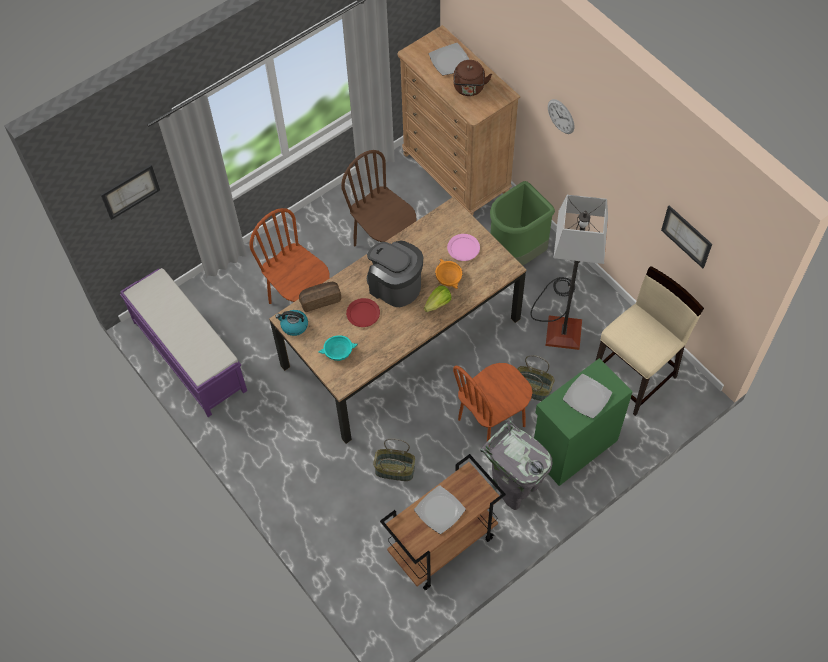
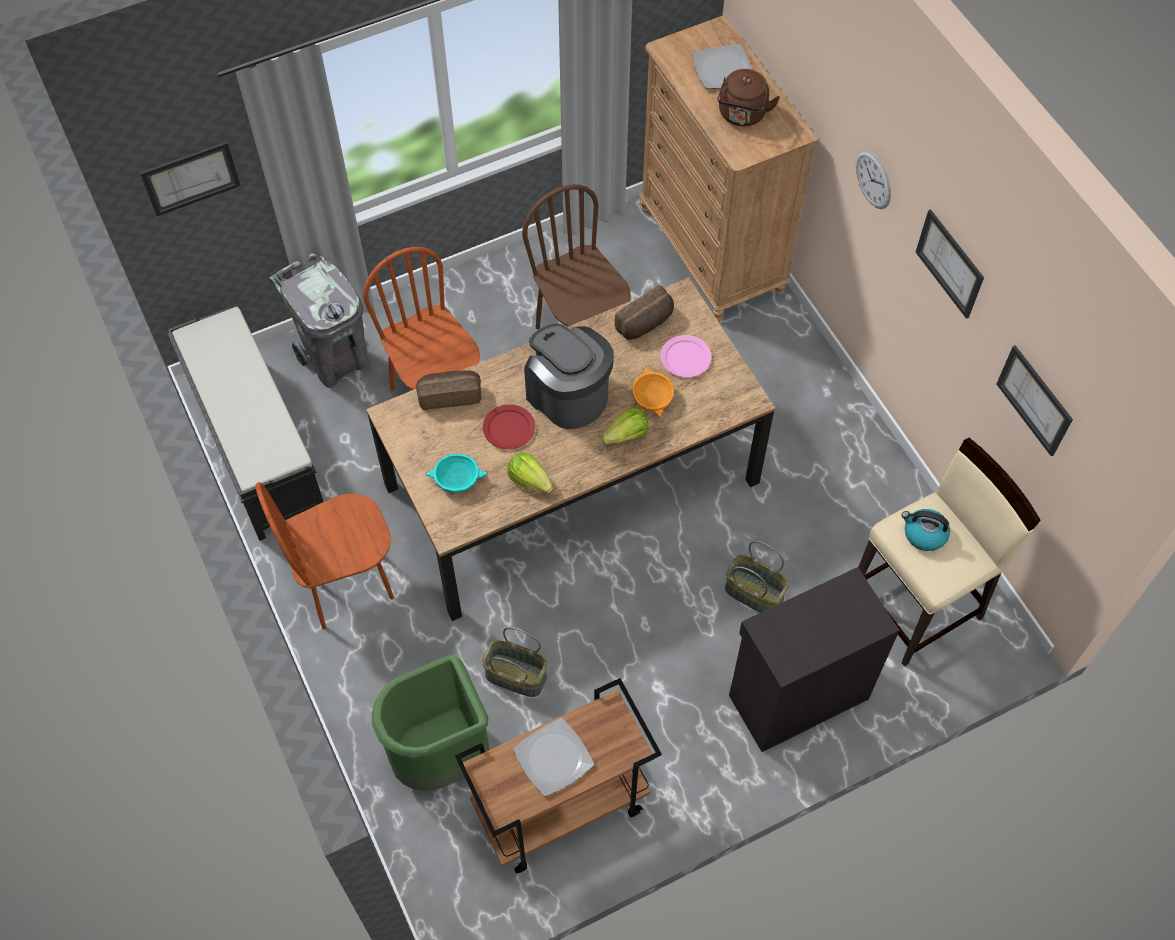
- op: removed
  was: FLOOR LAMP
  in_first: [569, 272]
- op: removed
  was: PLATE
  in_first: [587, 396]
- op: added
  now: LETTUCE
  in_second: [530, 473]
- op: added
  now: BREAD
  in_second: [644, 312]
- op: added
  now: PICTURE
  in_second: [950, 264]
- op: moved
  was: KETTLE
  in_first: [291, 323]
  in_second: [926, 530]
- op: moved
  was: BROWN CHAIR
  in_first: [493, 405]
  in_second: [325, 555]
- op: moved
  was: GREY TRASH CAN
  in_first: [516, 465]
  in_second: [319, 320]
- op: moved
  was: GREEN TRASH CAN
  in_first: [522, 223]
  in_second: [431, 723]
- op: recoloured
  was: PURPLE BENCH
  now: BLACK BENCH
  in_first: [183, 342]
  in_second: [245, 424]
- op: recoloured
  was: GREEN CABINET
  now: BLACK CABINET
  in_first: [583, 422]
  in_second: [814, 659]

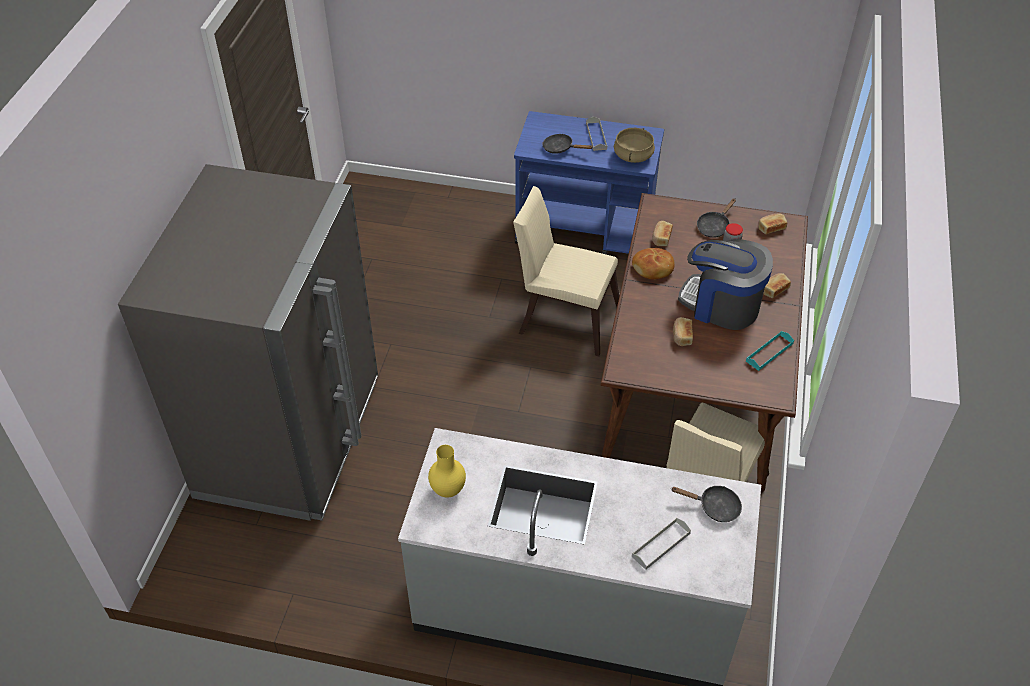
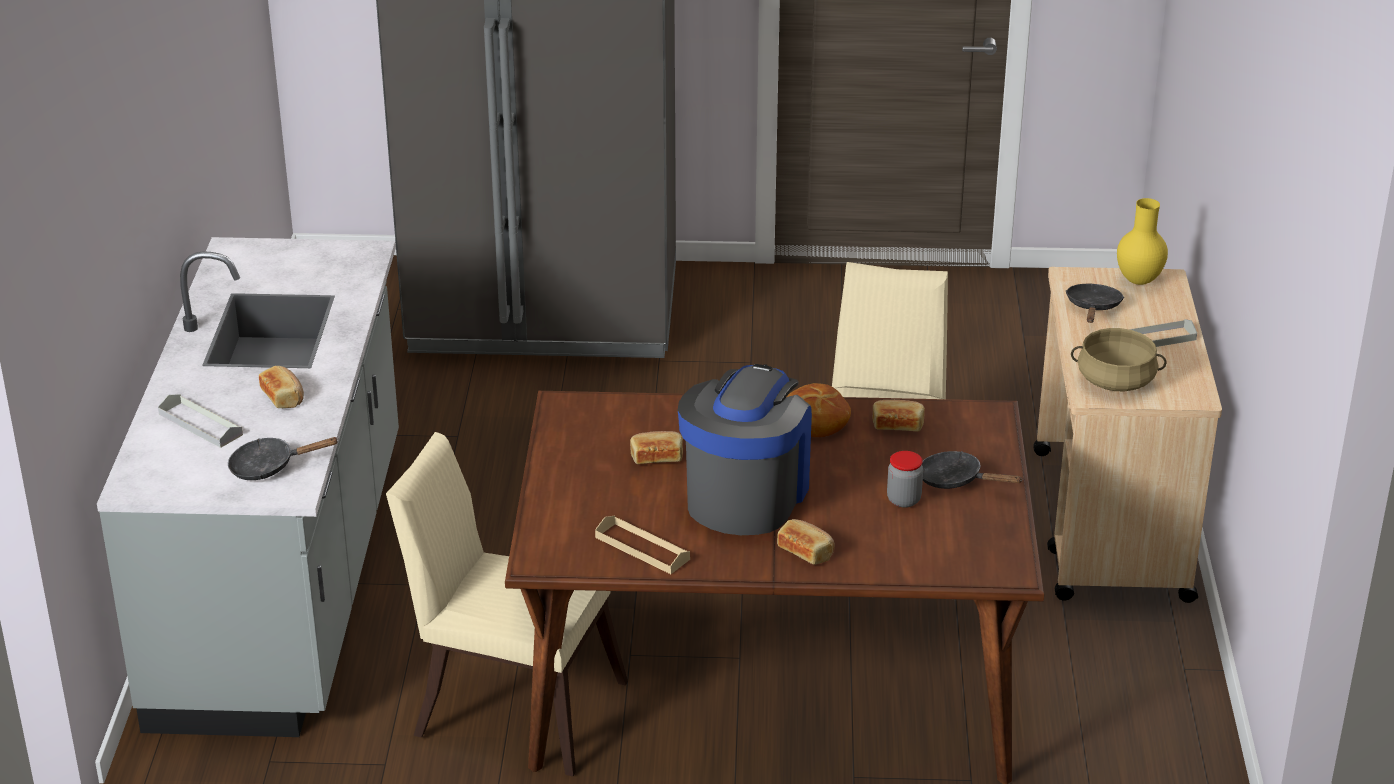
- op: moved
  was: YELLOW VASE
  in_first: [447, 471]
  in_second: [1142, 241]
- op: moved
  was: BREAD
  in_first: [772, 223]
  in_second: [281, 387]
- op: recoloured
  was: BLUE CART
  now: BEIGE CART
  in_first: [589, 183]
  in_second: [1127, 435]
- op: recoloured
  was: TURQUOISE TRAY
  now: BEIGE TRAY
  in_first: [770, 351]
  in_second: [642, 544]
- op: turned
  was: BLACK FRYING PAN
  in_first: [706, 504]
  in_second: [283, 458]
  clockwise: 75

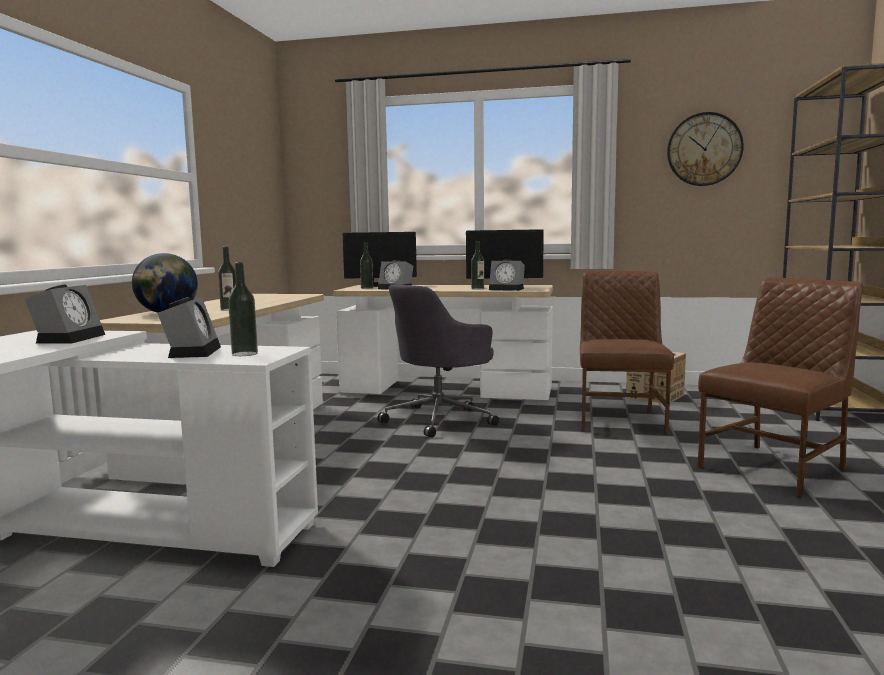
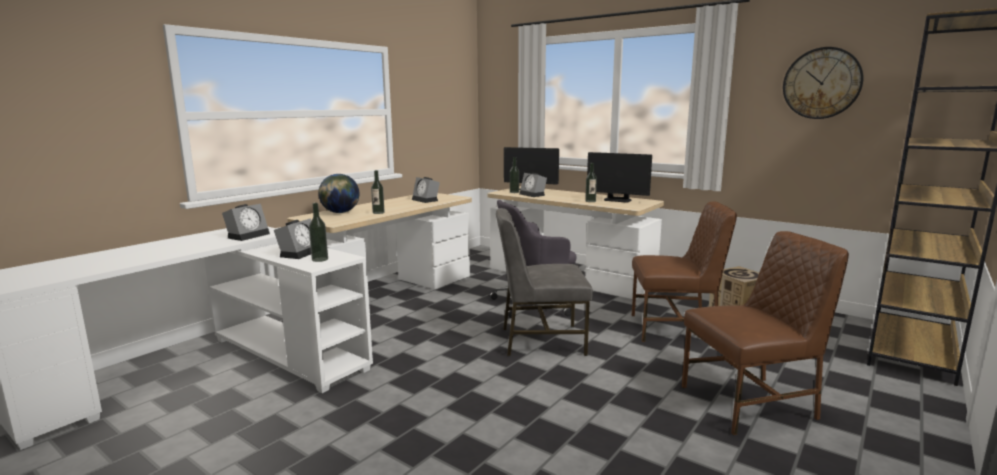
- op: added
  now: GREY CHAIR
  in_second: [544, 282]
- op: moved
  was: ALARM CLOCK
  in_first: [507, 275]
  in_second: [426, 190]
- op: turned
  was: BROWN CHAIR
  in_first: [627, 353]
  in_second: [684, 271]
  clockwise: 60

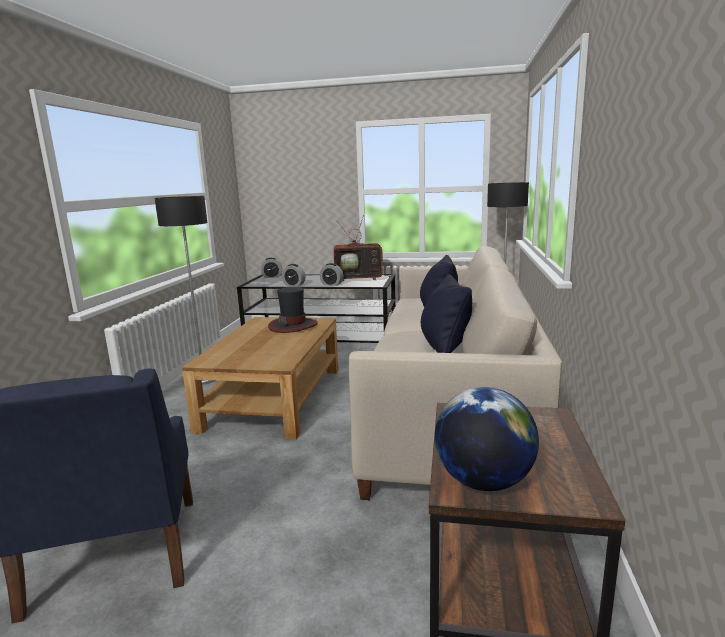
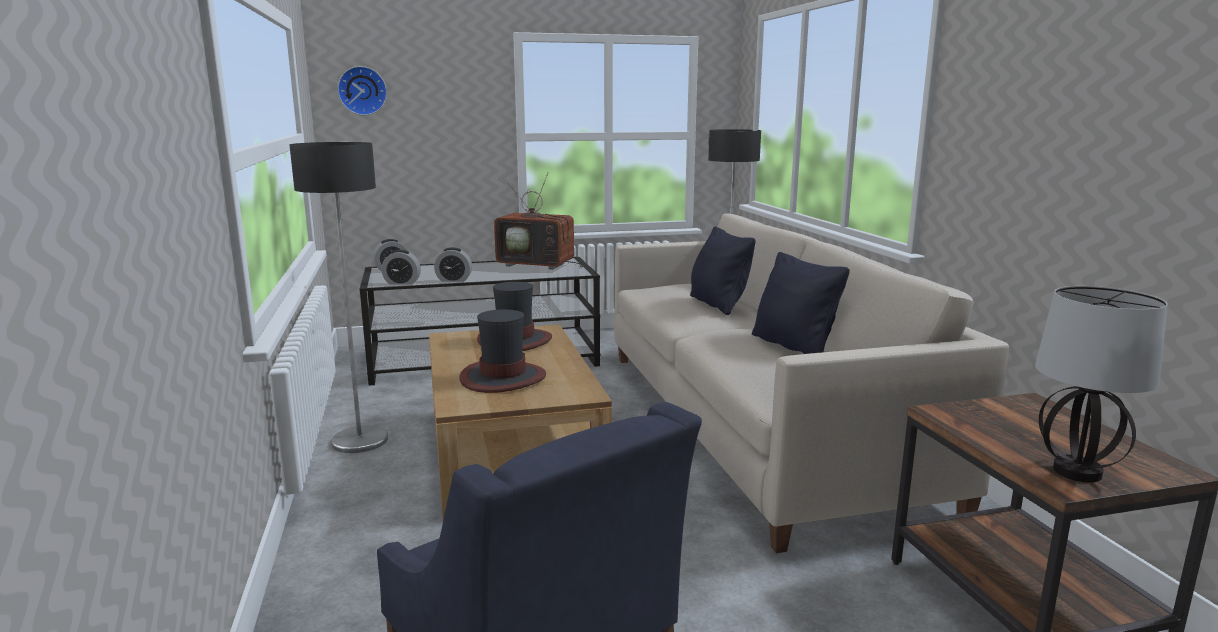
- op: added
  now: WALL CLOCK
  in_second: [362, 90]
- op: added
  now: HAT
  in_second: [502, 351]
- op: moved
  was: ALARM CLOCK
  in_first: [332, 274]
  in_second: [401, 267]
- op: replaced
  was: GLOBE
  now: TABLE LAMP
  in_first: [487, 439]
  in_second: [1101, 384]
- op: turned
  was: TELEVISION
  in_first: [362, 248]
  in_second: [538, 221]
  clockwise: 45

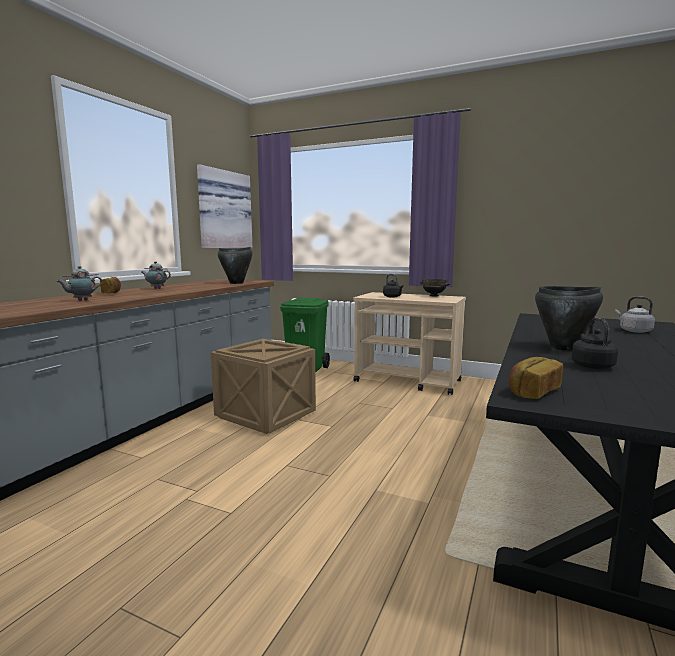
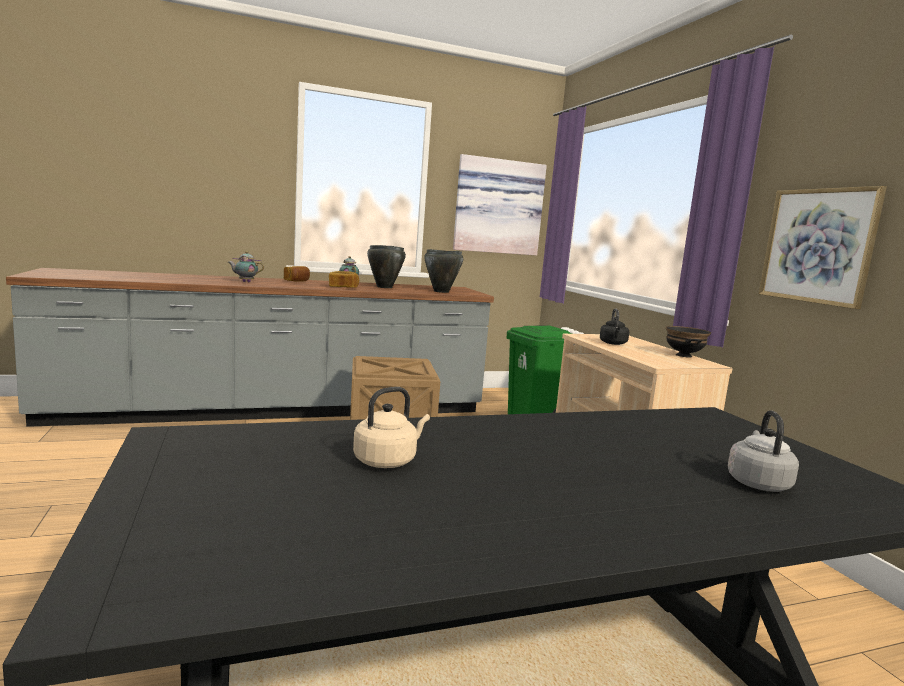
- op: added
  now: PICTURE
  in_second: [823, 247]
- op: moved
  was: BREAD
  in_first: [535, 378]
  in_second: [344, 279]
- op: moved
  was: BLACK COOKING POT
  in_first: [569, 318]
  in_second: [386, 266]
- op: recoloured
  was: BLACK KETTLE
  now: BEIGE KETTLE
  in_first: [594, 343]
  in_second: [391, 427]

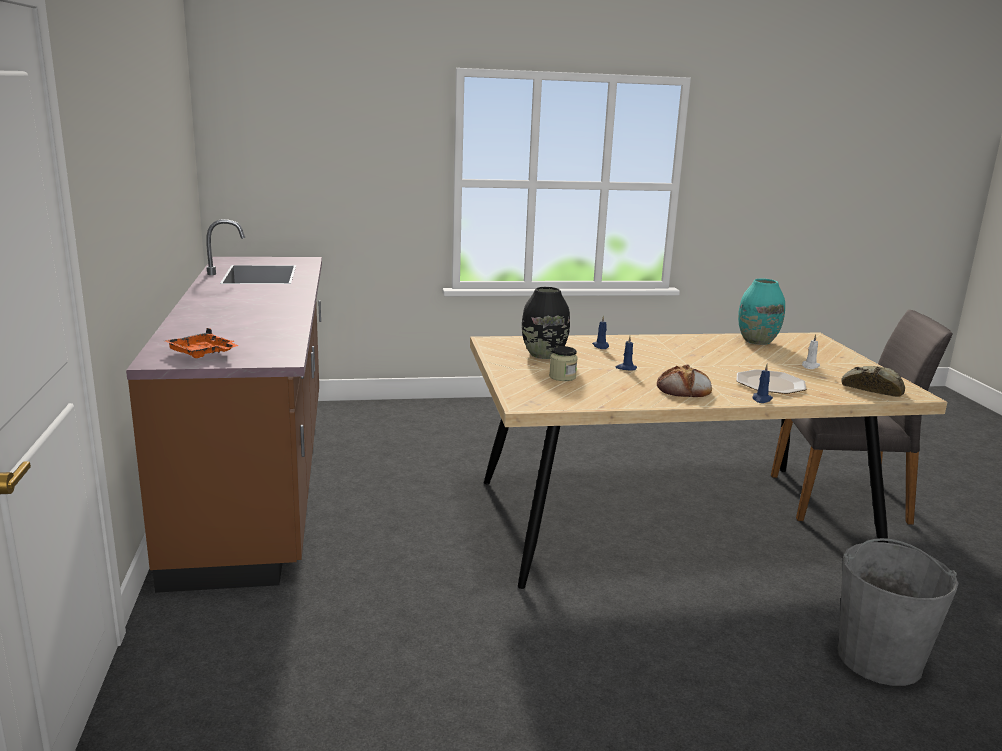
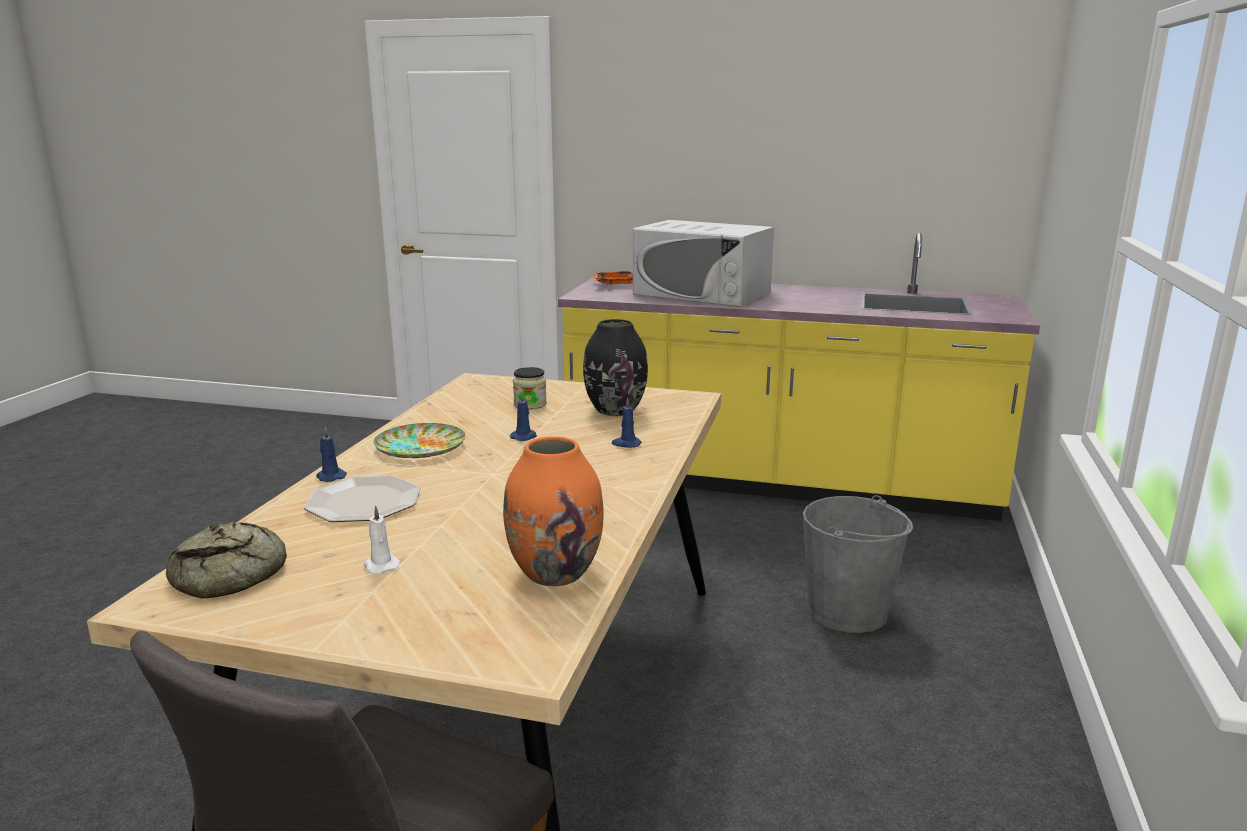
- op: added
  now: WHITE MICROWAVE
  in_second: [703, 263]
- op: moved
  was: GREY BUCKET
  in_first: [898, 612]
  in_second: [858, 564]
- op: replaced
  was: BREAD
  now: PLATE
  in_first: [684, 380]
  in_second: [419, 440]
- op: recoloured
  was: BROWN COUNTER
  now: YELLOW COUNTER
  in_first: [224, 406]
  in_second: [799, 376]
- op: recoloured
  was: TURQUOISE VASE
  now: ORANGE VASE
  in_first: [761, 311]
  in_second: [553, 511]

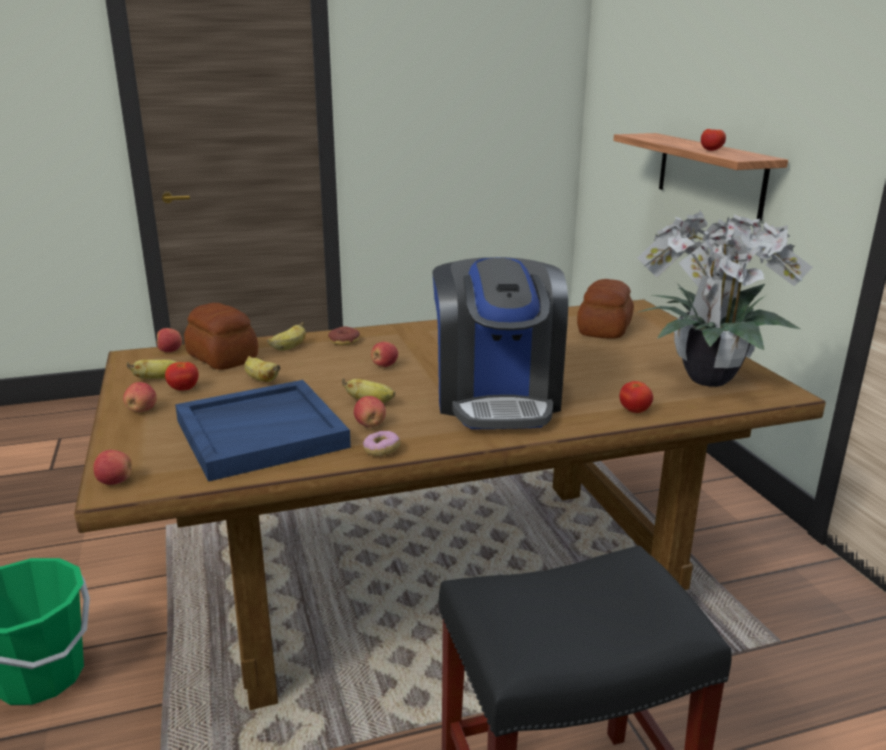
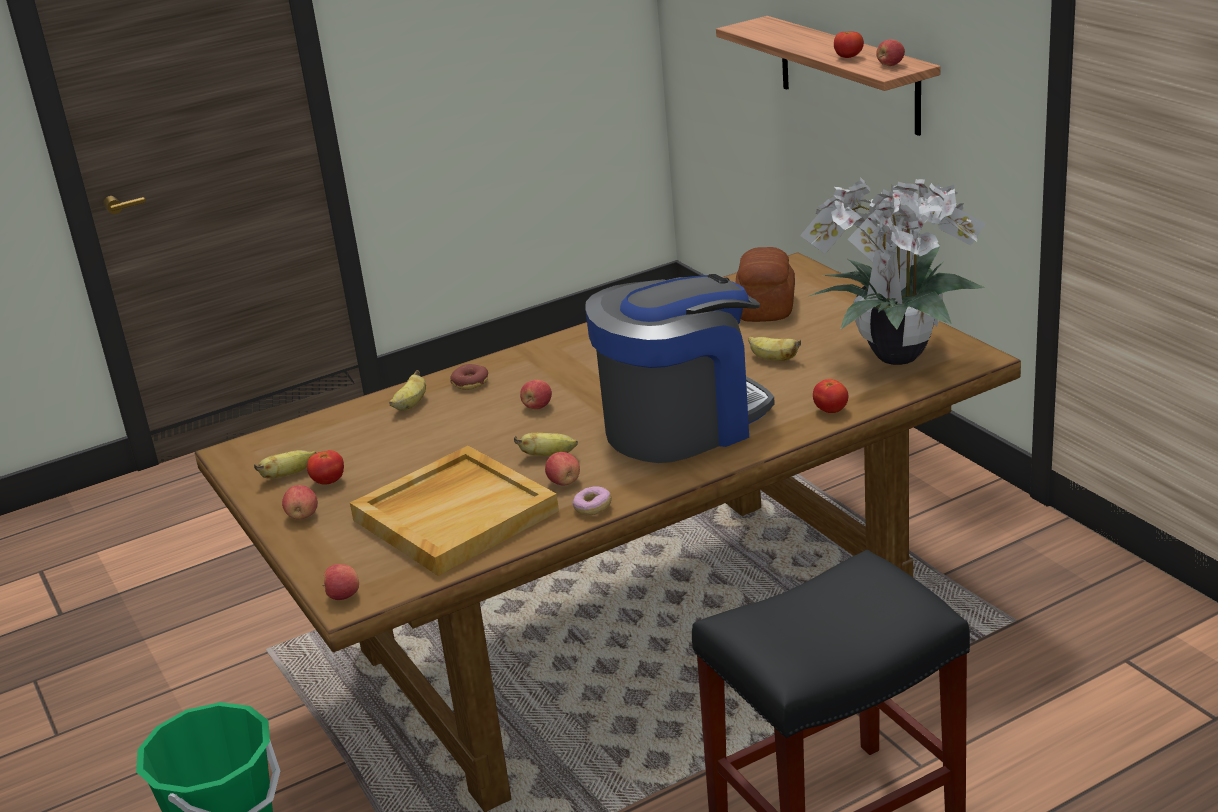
- op: removed
  was: BREAD
  in_first: [221, 336]
- op: moved
  was: APPLE
  in_first: [169, 340]
  in_second: [890, 52]
- op: moved
  was: BANANA
  in_first: [262, 369]
  in_second: [774, 349]
- op: recoloured
  was: BLUE TRAY
  now: BEIGE TRAY
  in_first: [263, 431]
  in_second: [454, 511]
- op: turned
  was: COFFEE MACHINE
  in_first: [500, 343]
  in_second: [680, 368]
  clockwise: -105

